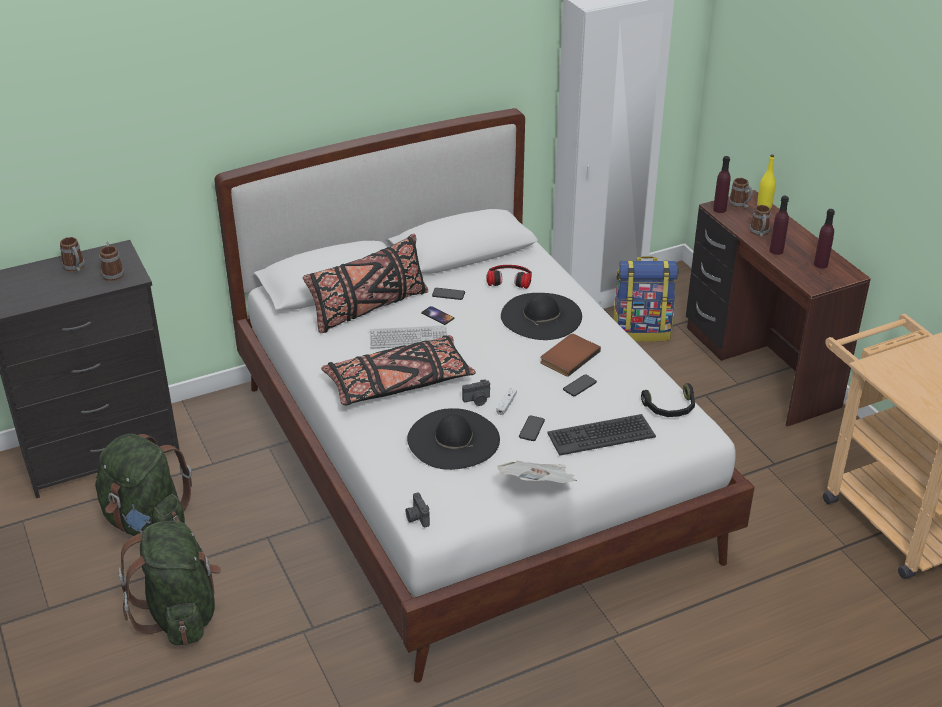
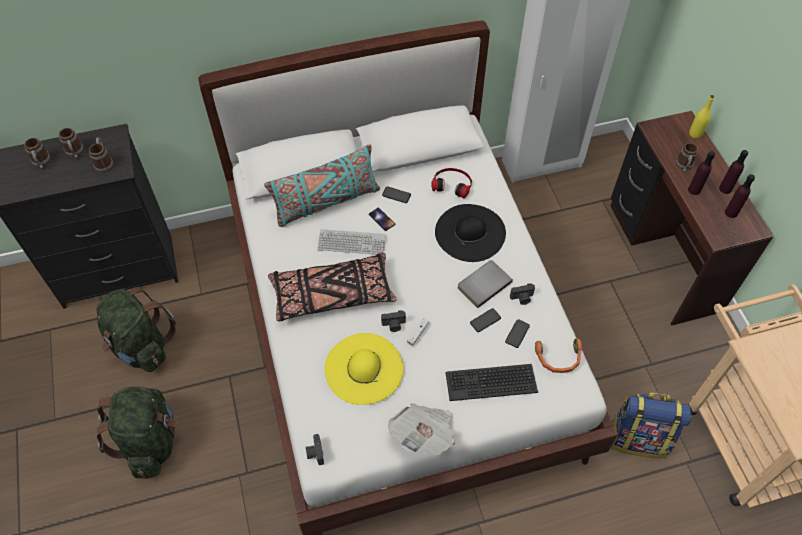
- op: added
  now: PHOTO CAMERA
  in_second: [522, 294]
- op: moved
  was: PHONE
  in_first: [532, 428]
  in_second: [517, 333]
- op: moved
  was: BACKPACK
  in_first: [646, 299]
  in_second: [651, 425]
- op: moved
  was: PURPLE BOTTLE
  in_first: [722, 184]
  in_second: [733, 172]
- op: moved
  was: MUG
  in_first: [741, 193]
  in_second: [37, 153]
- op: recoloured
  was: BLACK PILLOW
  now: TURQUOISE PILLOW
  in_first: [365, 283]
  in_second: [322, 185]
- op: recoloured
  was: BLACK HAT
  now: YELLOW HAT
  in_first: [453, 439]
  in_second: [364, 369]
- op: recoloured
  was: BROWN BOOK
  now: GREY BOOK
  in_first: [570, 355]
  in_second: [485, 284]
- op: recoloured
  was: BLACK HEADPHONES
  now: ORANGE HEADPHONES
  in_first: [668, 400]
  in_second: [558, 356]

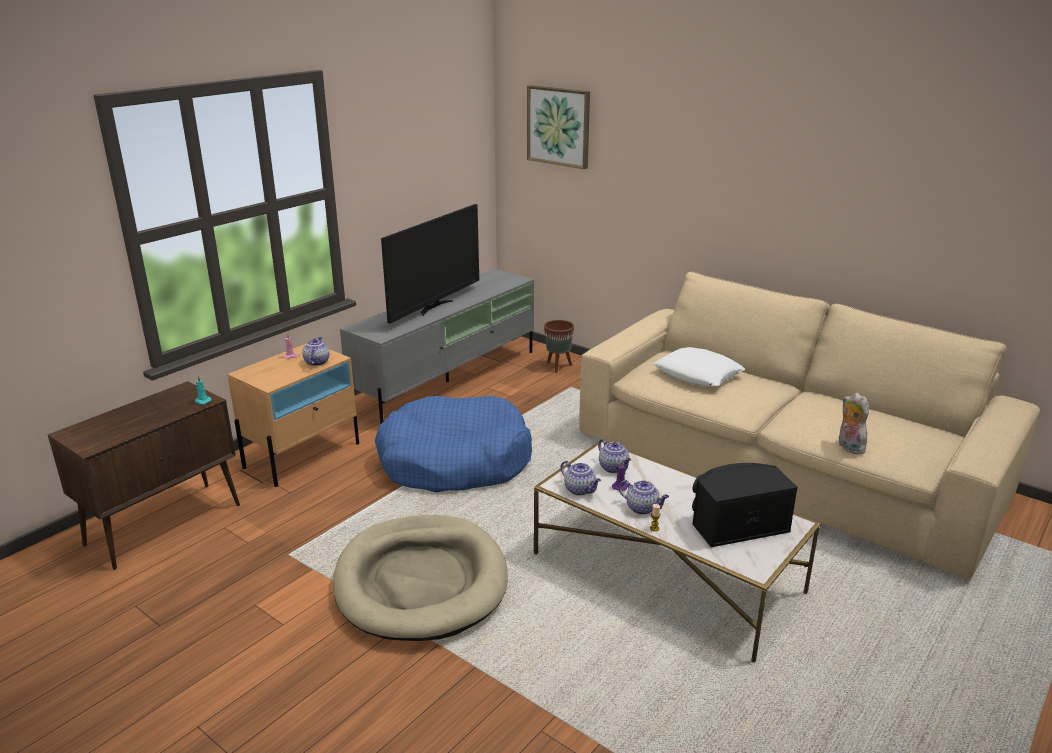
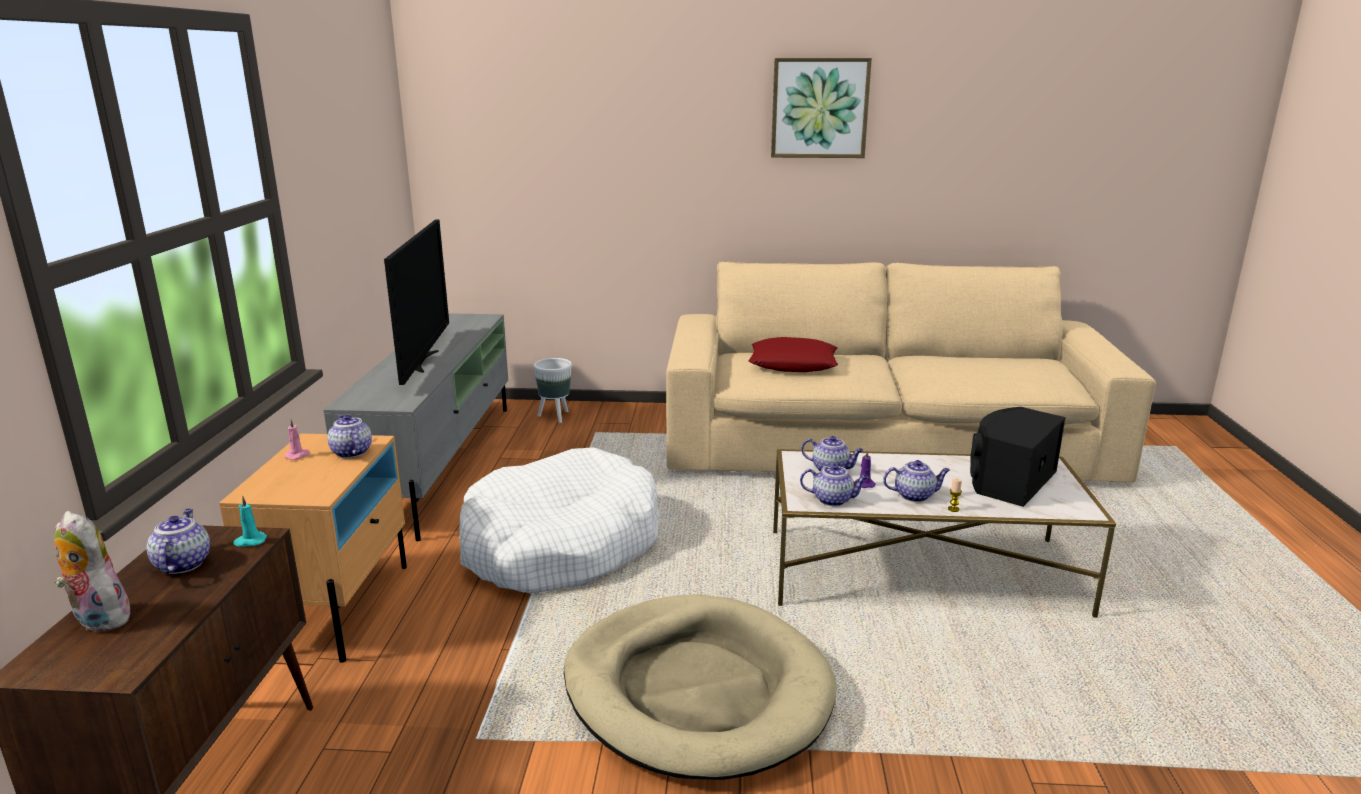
- op: added
  now: TEAPOT
  in_second: [178, 541]
- op: moved
  was: PICTURE
  in_first: [558, 127]
  in_second: [821, 108]
- op: moved
  was: PLUSH TOY
  in_first: [854, 423]
  in_second: [92, 571]
- op: recoloured
  was: BLUE DOG BED
  now: WHITE DOG BED
  in_first: [453, 444]
  in_second: [559, 520]
- op: recoloured
  was: BROWN PLANTER
  now: WHITE PLANTER
  in_first: [559, 346]
  in_second: [553, 390]
- op: recoloured
  was: WHITE PILLOW
  now: RED PILLOW
  in_first: [699, 367]
  in_second: [793, 354]

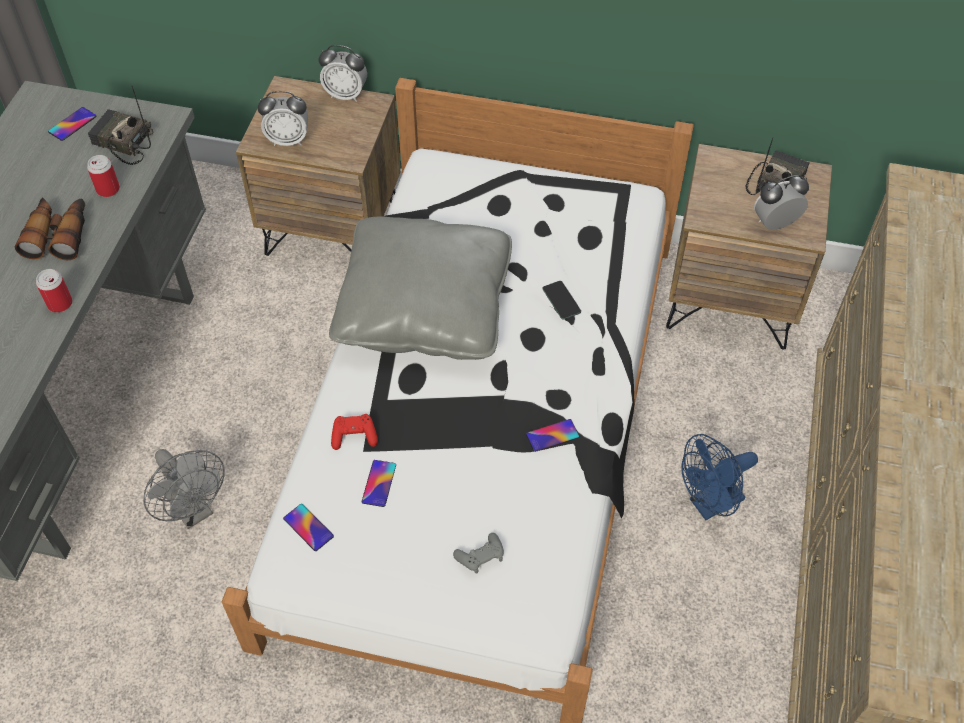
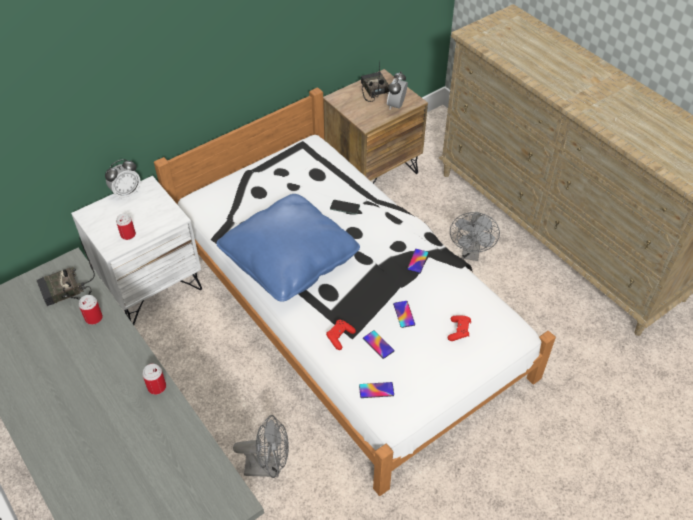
- op: removed
  was: BINOCULARS
  in_first: [50, 228]
- op: moved
  was: PHONE
  in_first: [72, 124]
  in_second: [404, 314]
- op: replaced
  was: ALARM CLOCK
  now: CAN
  in_first: [283, 118]
  in_second: [126, 227]
- op: recoloured
  was: BROWN NIGHTSTAND
  now: WHITE NIGHTSTAND
  in_first: [318, 166]
  in_second: [136, 250]
- op: recoloured
  was: GREY PILLOW
  now: BLUE PILLOW
  in_first: [420, 288]
  in_second: [288, 248]
- op: recoloured
  was: GREY GAME CONTROLLER
  now: RED GAME CONTROLLER
  in_first: [478, 553]
  in_second: [459, 328]
- op: recoloured
  was: BLUE FAN
  now: GREY FAN
  in_first: [719, 477]
  in_second: [475, 236]

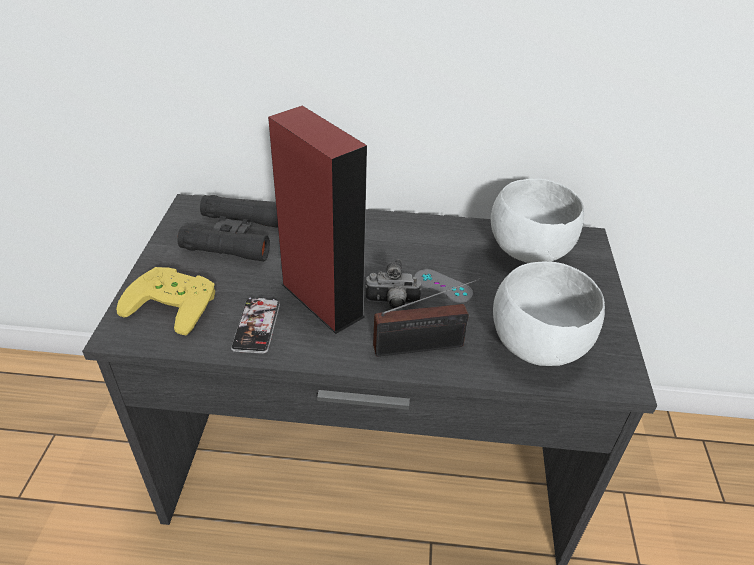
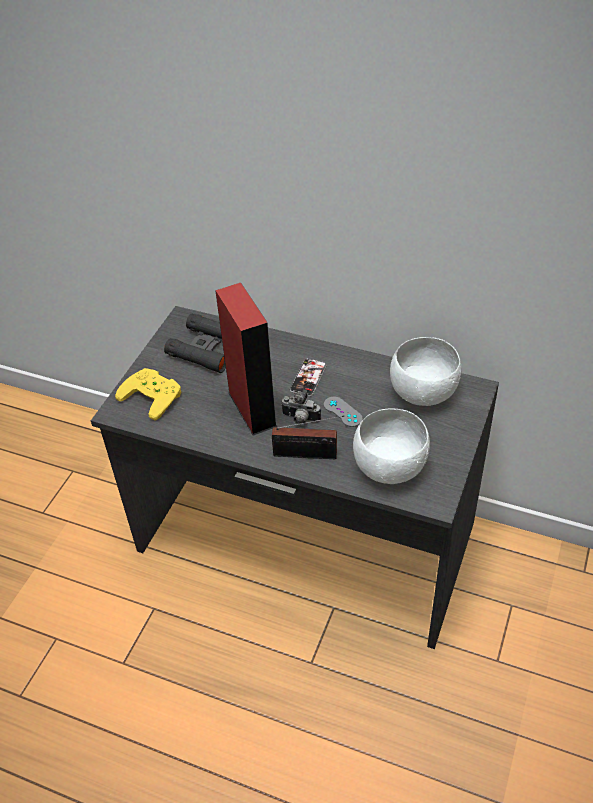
- op: moved
  was: PHONE
  in_first: [255, 326]
  in_second: [308, 377]

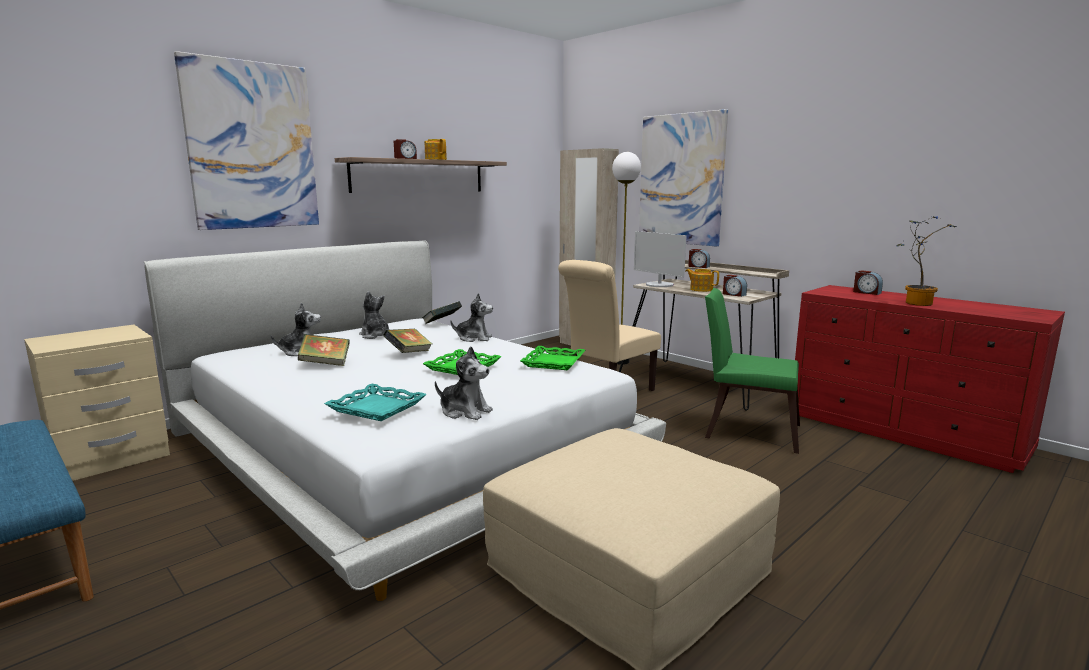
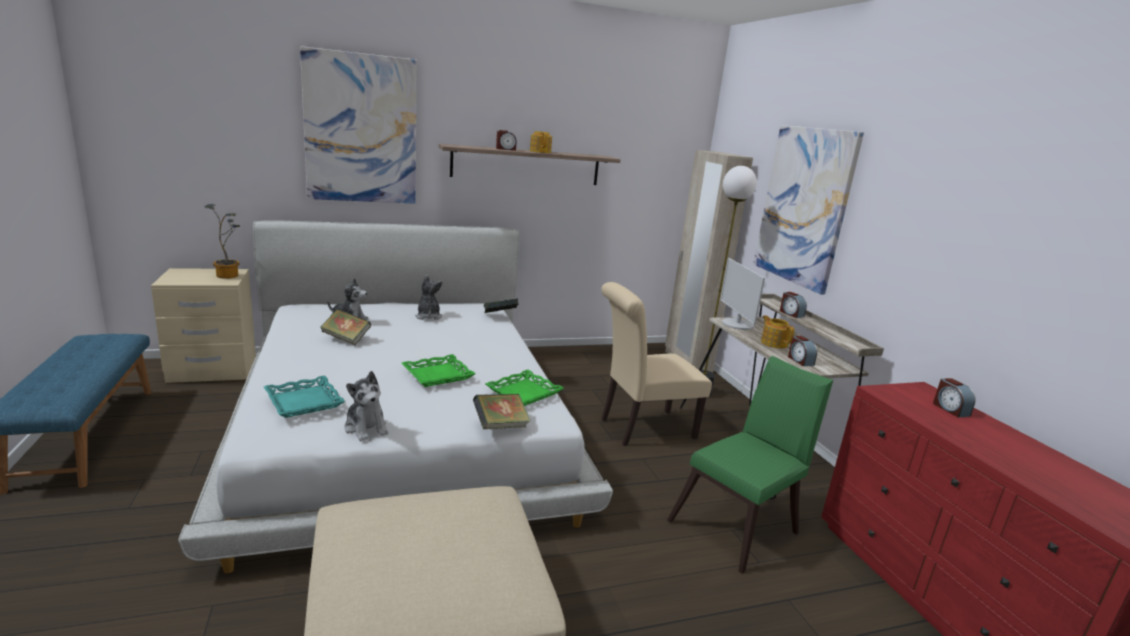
- op: removed
  was: PLUSH TOY
  in_first: [471, 317]
- op: moved
  was: BOOK
  in_first: [407, 341]
  in_second: [502, 411]
- op: moved
  was: POTTED PLANT
  in_first: [926, 261]
  in_second: [222, 241]
- op: turned
  was: GREEN CHAIR
  in_first: [752, 371]
  in_second: [750, 465]
  clockwise: 90

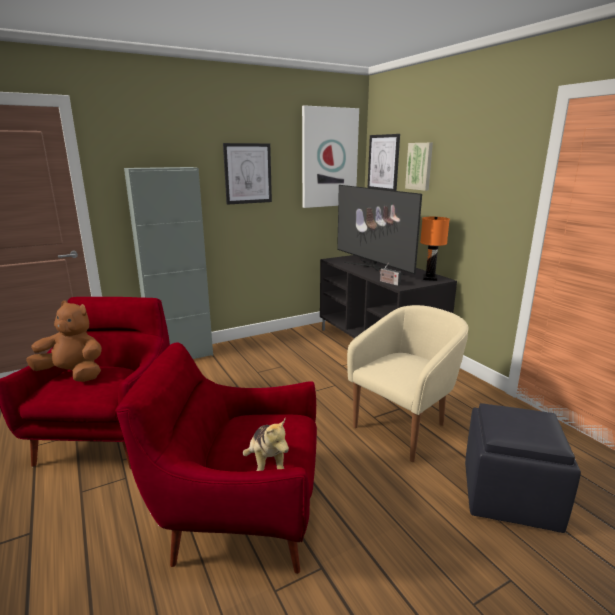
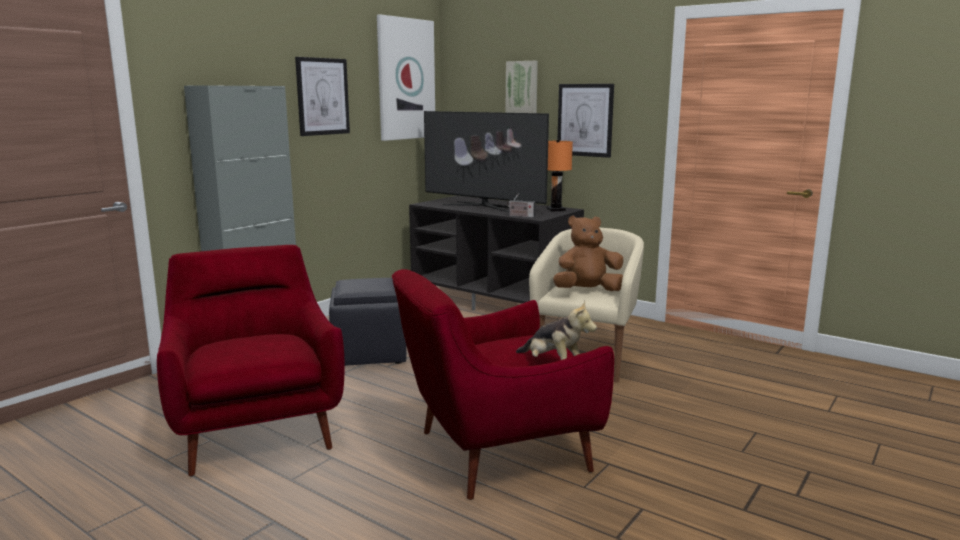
- op: moved
  was: BROWN PLUSH TOY
  in_first: [64, 341]
  in_second: [588, 253]
- op: moved
  was: PICTURE
  in_first: [384, 162]
  in_second: [586, 121]
- op: moved
  was: BLACK OTTOMAN
  in_first: [523, 468]
  in_second: [368, 322]

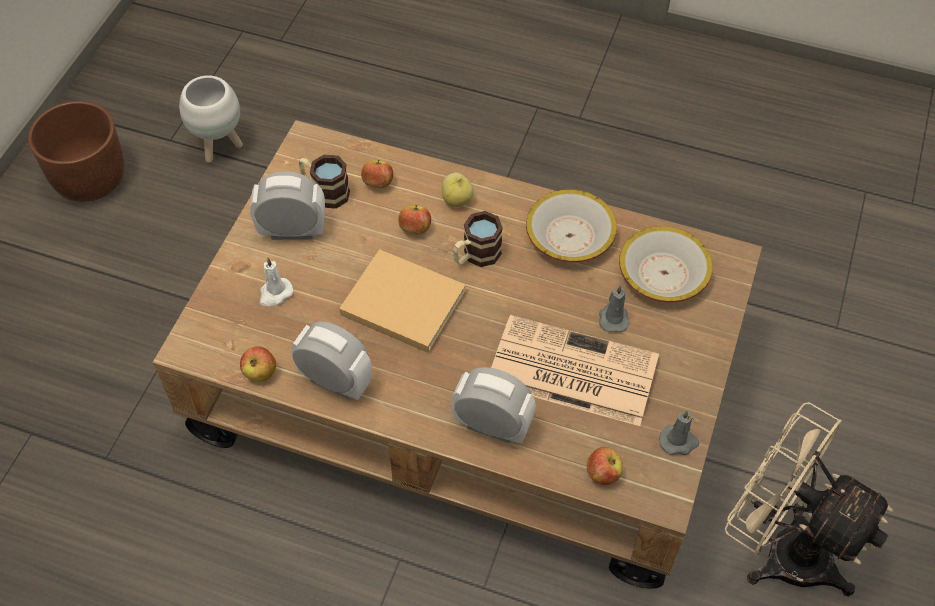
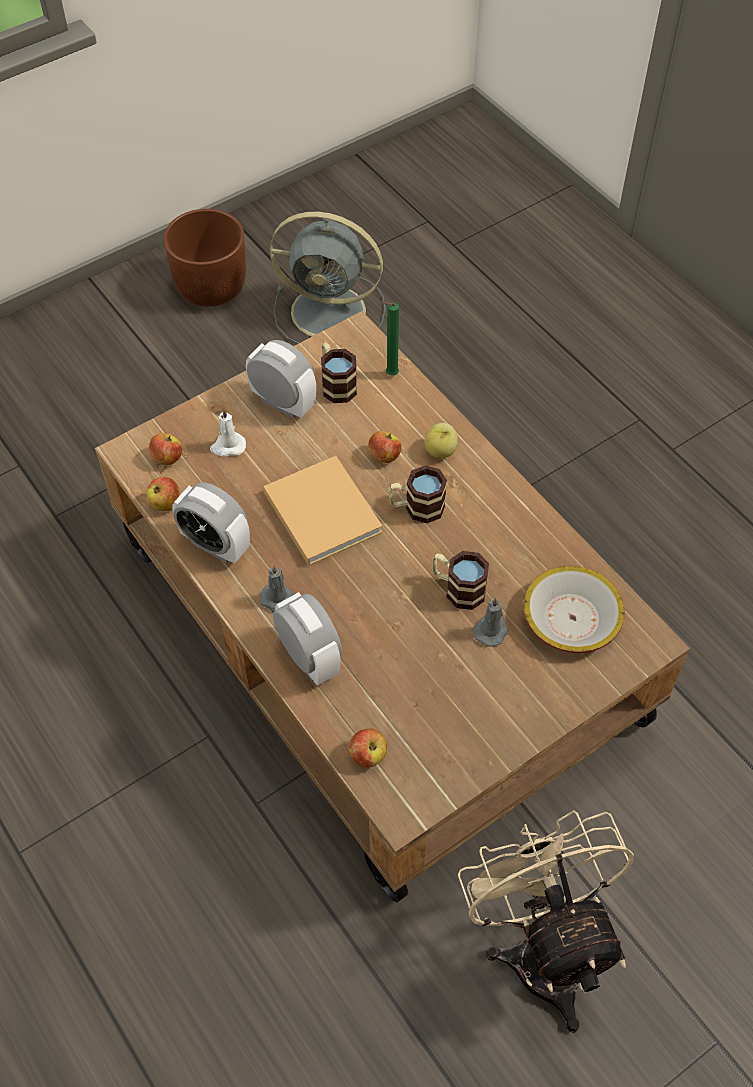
- op: removed
  was: NEWSPAPER
  in_first: [575, 370]
- op: removed
  was: BOWL
  in_first: [571, 225]
- op: added
  now: GREEN CANDLE
  in_second: [391, 339]
- op: added
  now: MUG
  in_second: [460, 580]
- op: moved
  was: APPLE
  in_first: [377, 173]
  in_second: [165, 449]
- op: moved
  was: GREY CANDLE
  in_first: [679, 432]
  in_second: [277, 588]
- op: replaced
  was: WHITE PLANTER
  now: GREY FAN
  in_first: [211, 119]
  in_second: [327, 278]
- op: turned
  was: ALARM CLOCK
  in_first: [331, 360]
  in_second: [211, 523]
  clockwise: 150

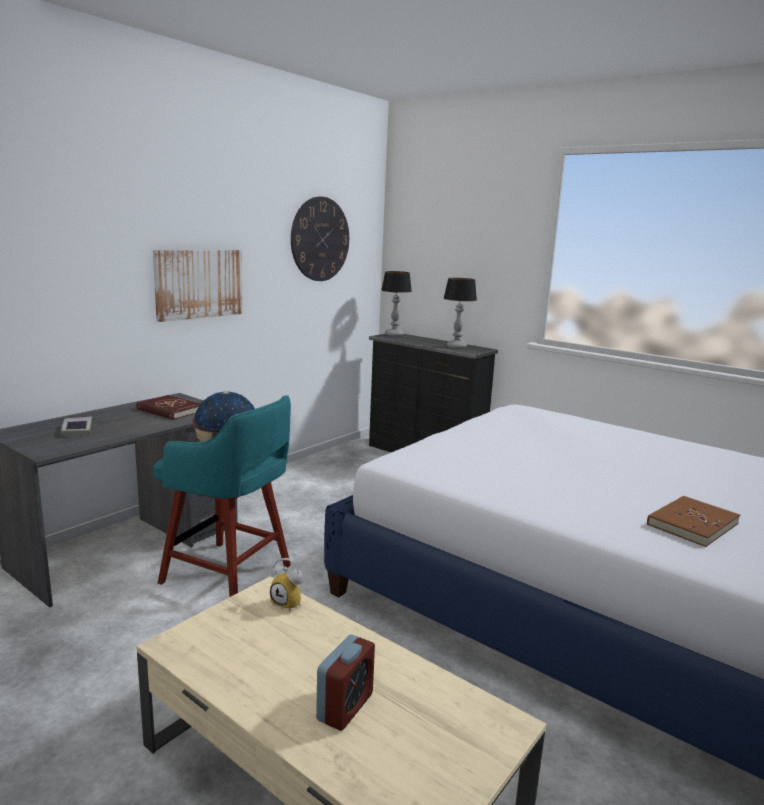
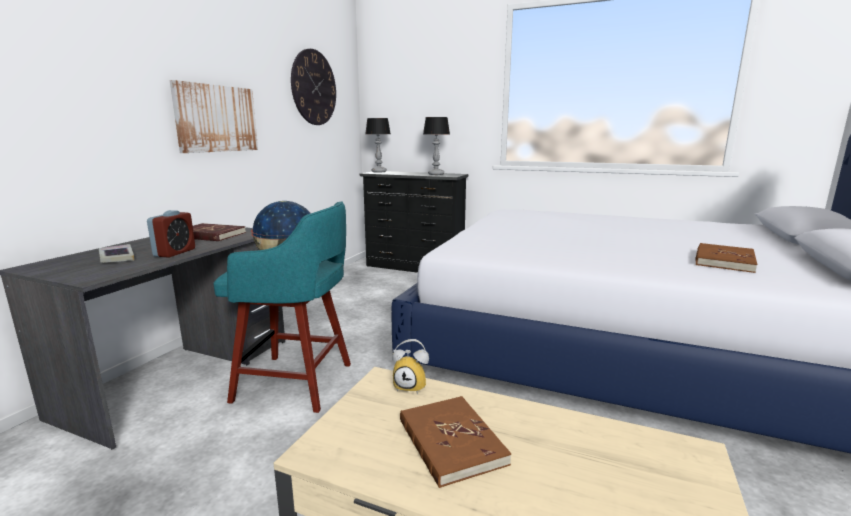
- op: added
  now: BROWN BOOK
  in_second: [455, 442]
- op: moved
  was: ALARM CLOCK
  in_first: [345, 682]
  in_second: [171, 234]

